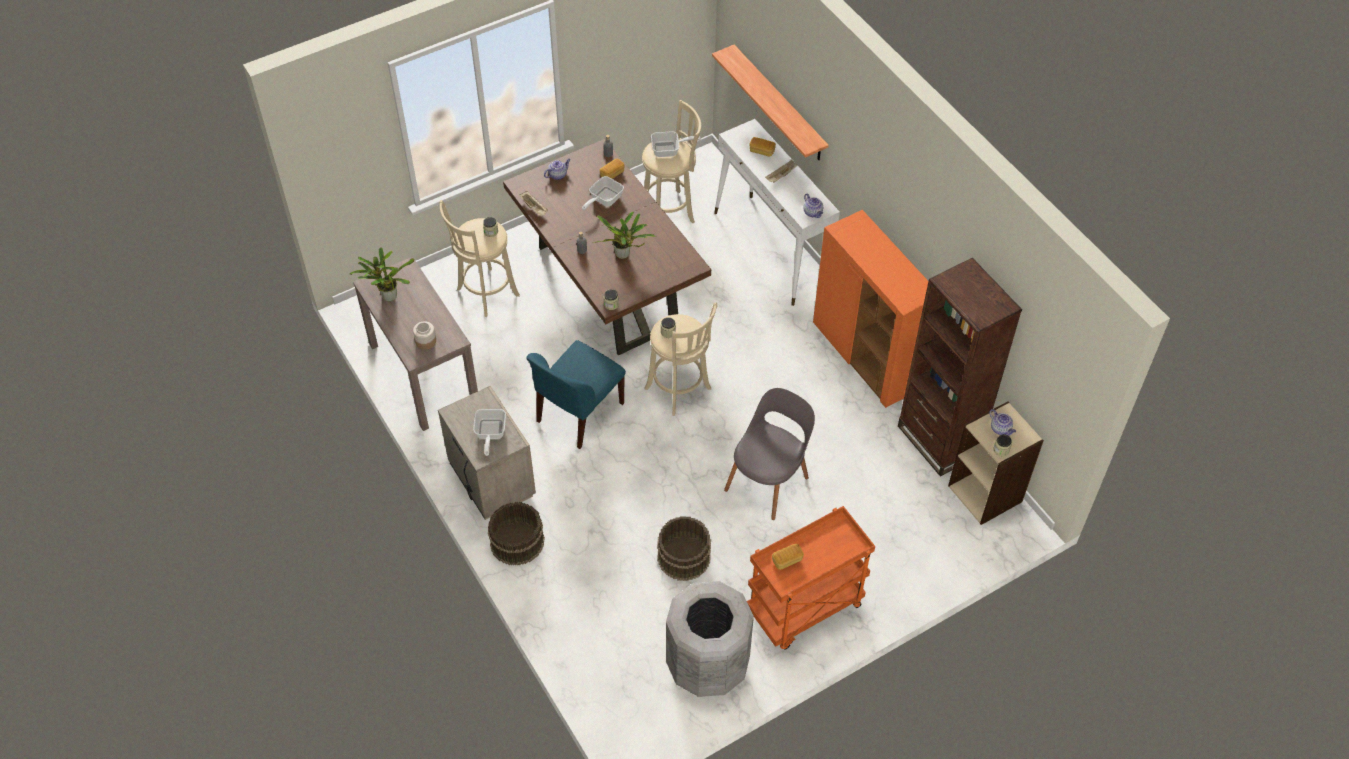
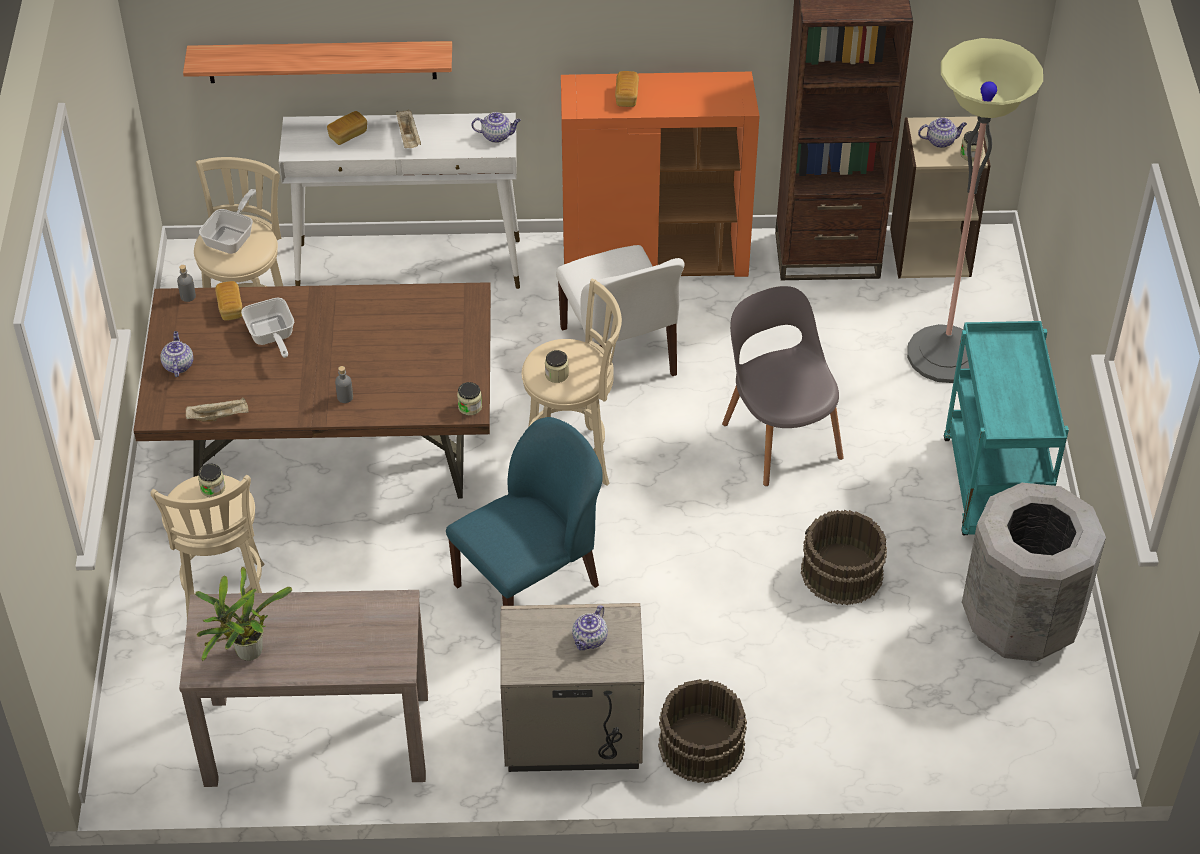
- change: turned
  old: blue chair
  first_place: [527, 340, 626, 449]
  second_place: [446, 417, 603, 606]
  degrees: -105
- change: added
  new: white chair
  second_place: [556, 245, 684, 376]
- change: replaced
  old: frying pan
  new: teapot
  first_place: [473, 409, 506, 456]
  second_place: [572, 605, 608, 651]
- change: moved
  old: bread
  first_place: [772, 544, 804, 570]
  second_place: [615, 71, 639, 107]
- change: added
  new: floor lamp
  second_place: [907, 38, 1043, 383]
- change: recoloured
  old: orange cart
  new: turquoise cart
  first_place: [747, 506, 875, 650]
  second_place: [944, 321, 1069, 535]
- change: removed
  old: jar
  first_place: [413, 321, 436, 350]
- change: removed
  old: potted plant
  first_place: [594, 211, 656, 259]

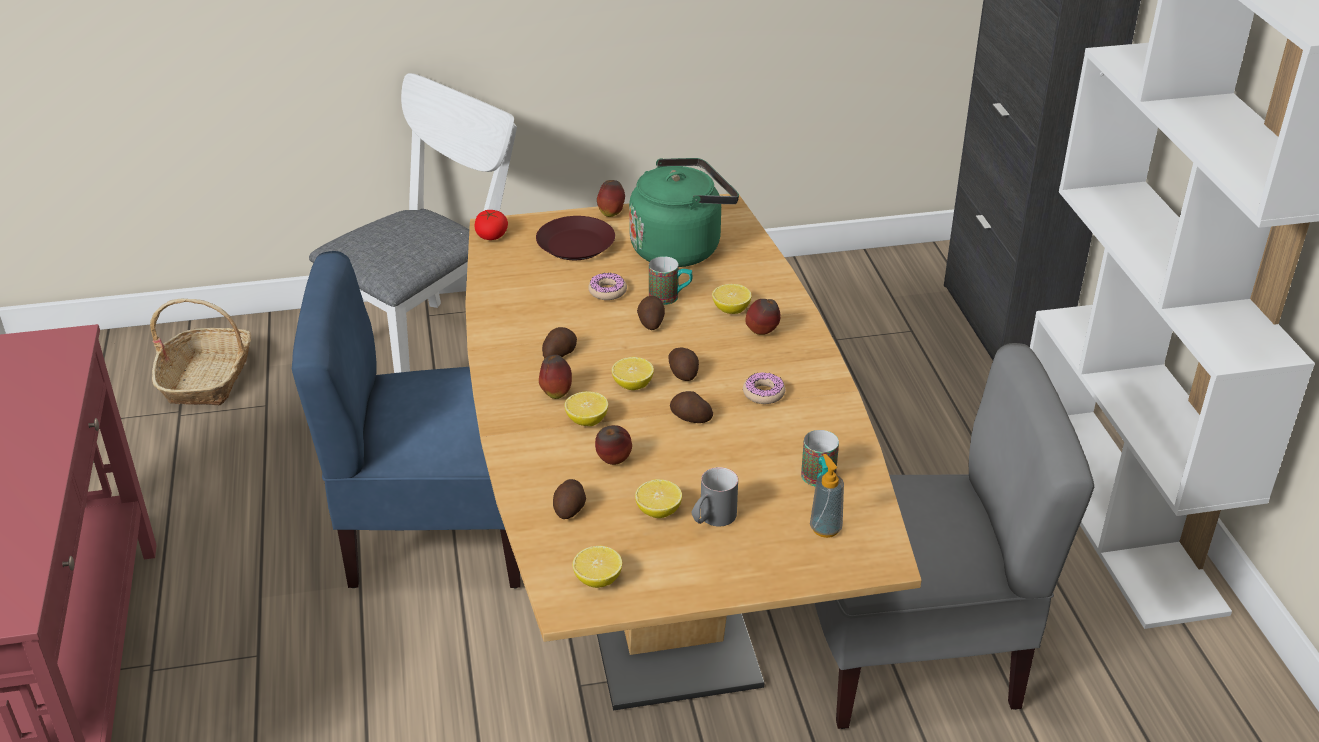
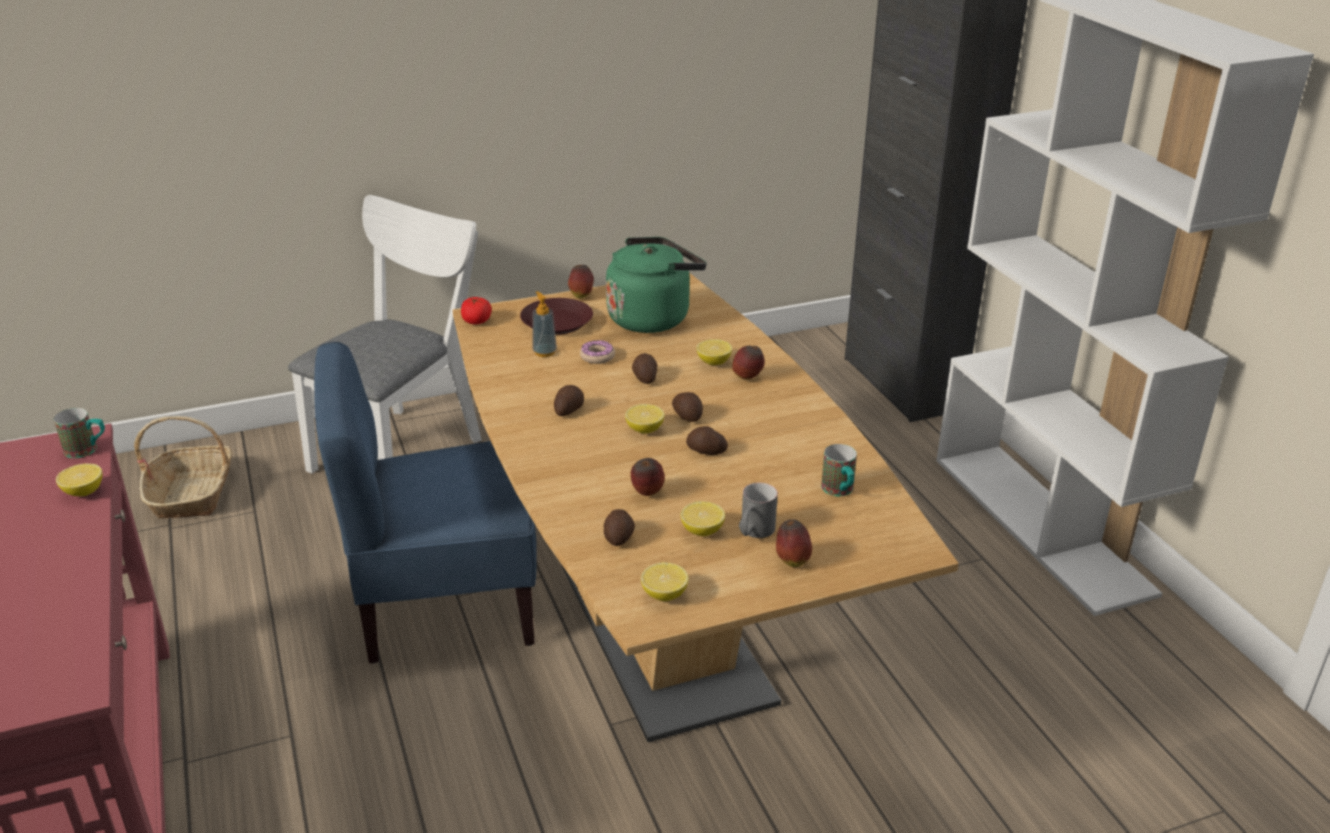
- change: moved
  old: mug
  first_place: [649, 256, 693, 305]
  second_place: [54, 408, 105, 458]
- change: moved
  old: lemon
  first_place: [564, 391, 608, 426]
  second_place: [56, 463, 102, 496]
- change: moved
  old: soap dispenser
  first_place: [810, 454, 844, 538]
  second_place: [532, 291, 557, 357]
- change: moved
  old: apple
  first_place: [539, 355, 572, 399]
  second_place: [776, 519, 812, 567]
- change: removed
  old: donut
  first_place: [743, 372, 785, 404]
- change: removed
  old: grey chair
  first_place: [815, 343, 1095, 729]

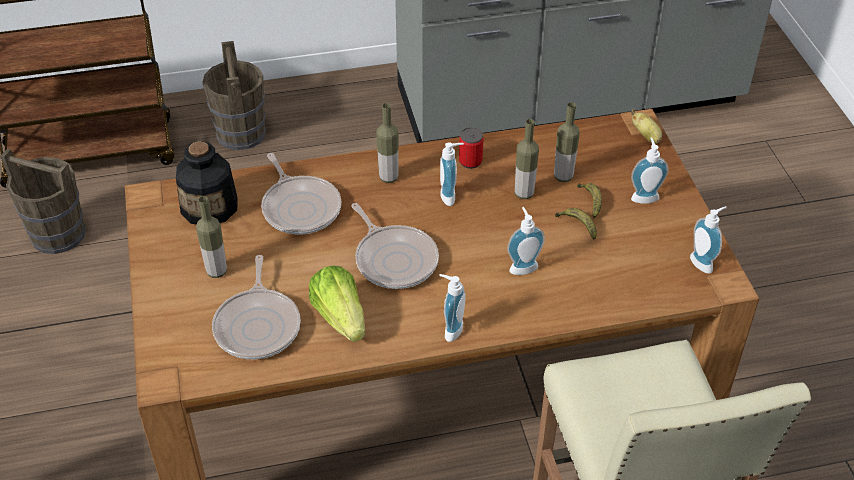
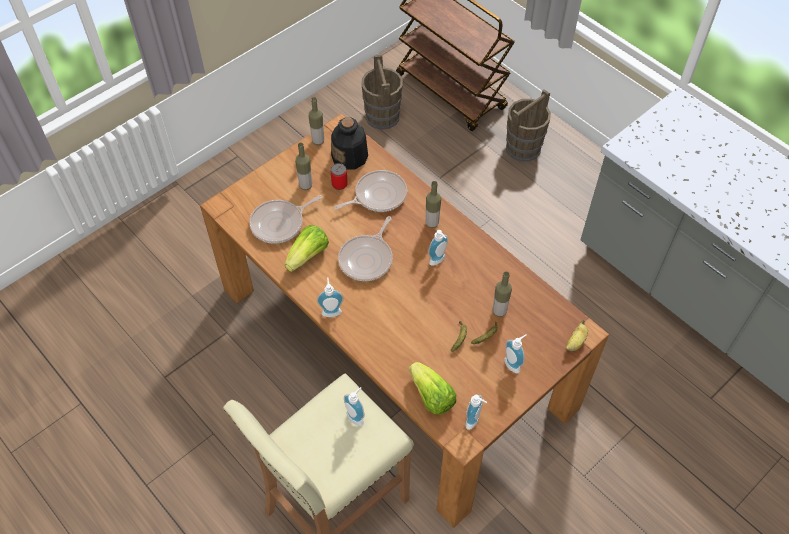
- change: moved
  old: bottle
  first_place: [515, 119, 539, 199]
  second_place: [309, 97, 324, 145]
- change: moved
  old: can
  first_place: [459, 127, 483, 169]
  second_place: [331, 163, 348, 190]
- change: turned
  old: frying pan
  first_place: [261, 153, 341, 234]
  second_place: [334, 170, 407, 212]
  degrees: -150
- change: moved
  old: soap dispenser
  first_place: [507, 207, 545, 275]
  second_place: [344, 387, 365, 426]
- change: added
  new: lettuce
  second_place: [409, 362, 457, 414]

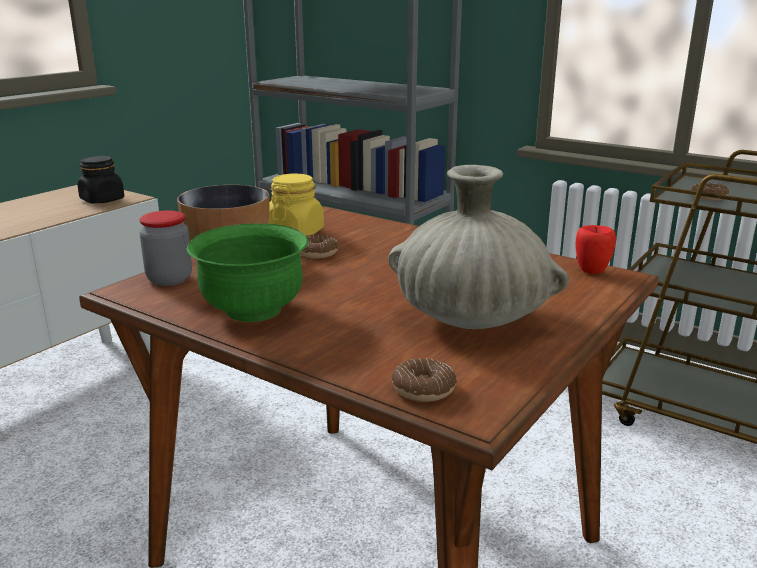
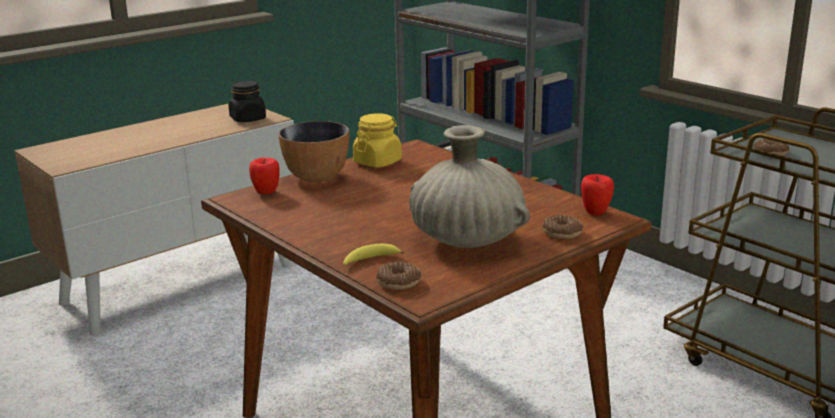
- change: replaced
  old: jar
  new: apple
  first_place: [139, 210, 192, 286]
  second_place: [249, 158, 280, 194]
- change: added
  new: banana
  second_place: [343, 244, 404, 266]
- change: moved
  old: donut
  first_place: [300, 235, 339, 258]
  second_place: [542, 215, 583, 239]
- change: removed
  old: green bowl
  first_place: [187, 224, 308, 322]

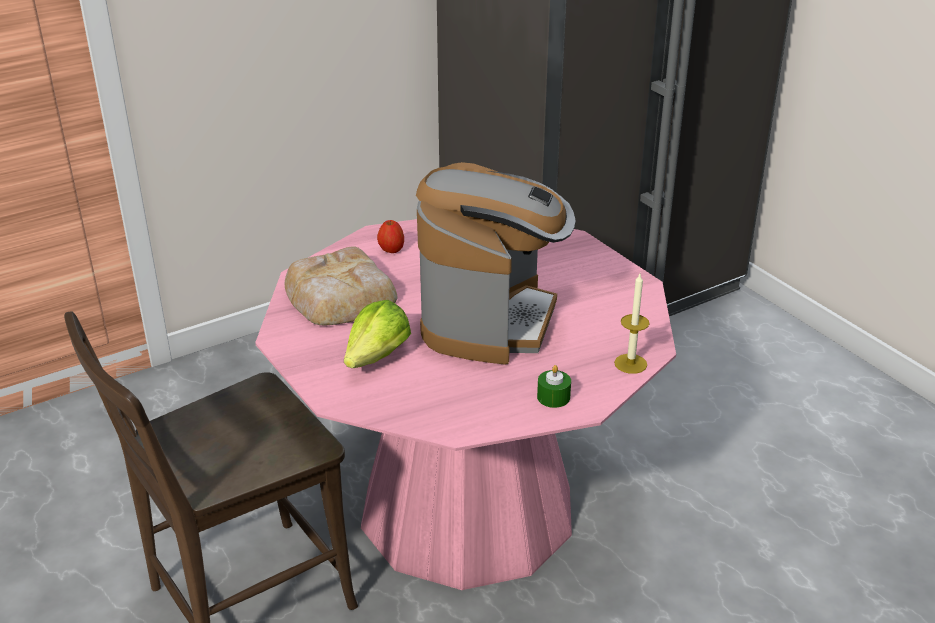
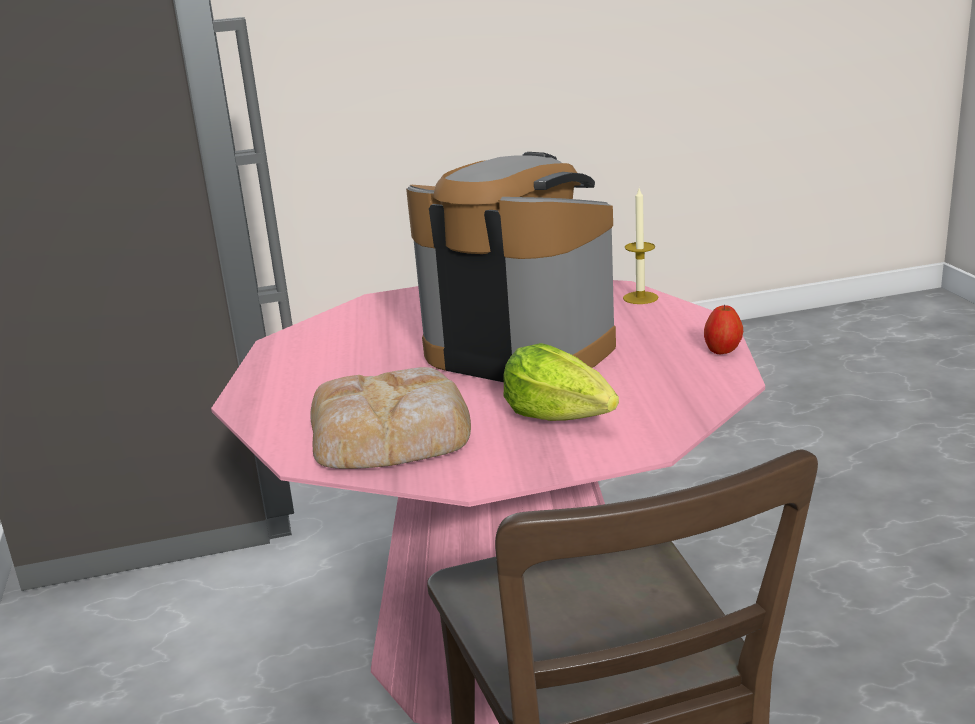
- change: moved
  old: apple
  first_place: [377, 220, 404, 253]
  second_place: [704, 305, 743, 354]
- change: removed
  old: green candle
  first_place: [537, 365, 571, 408]

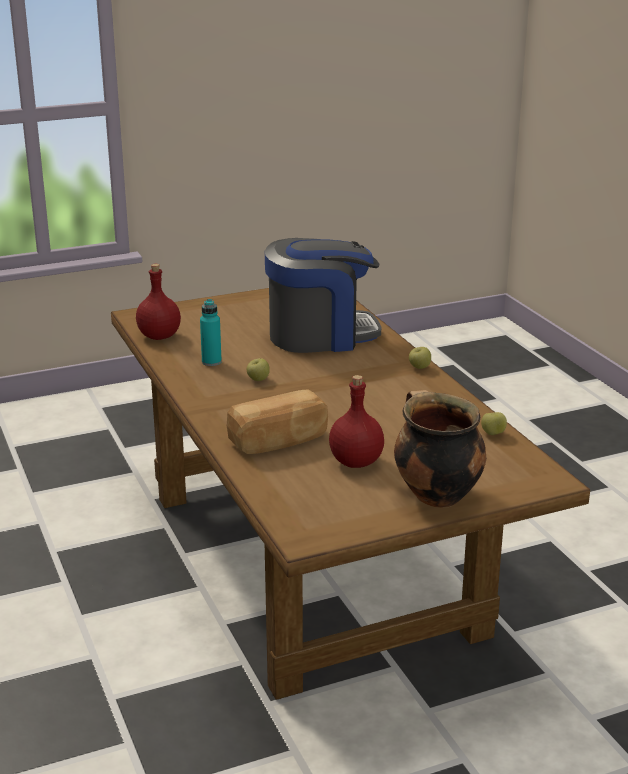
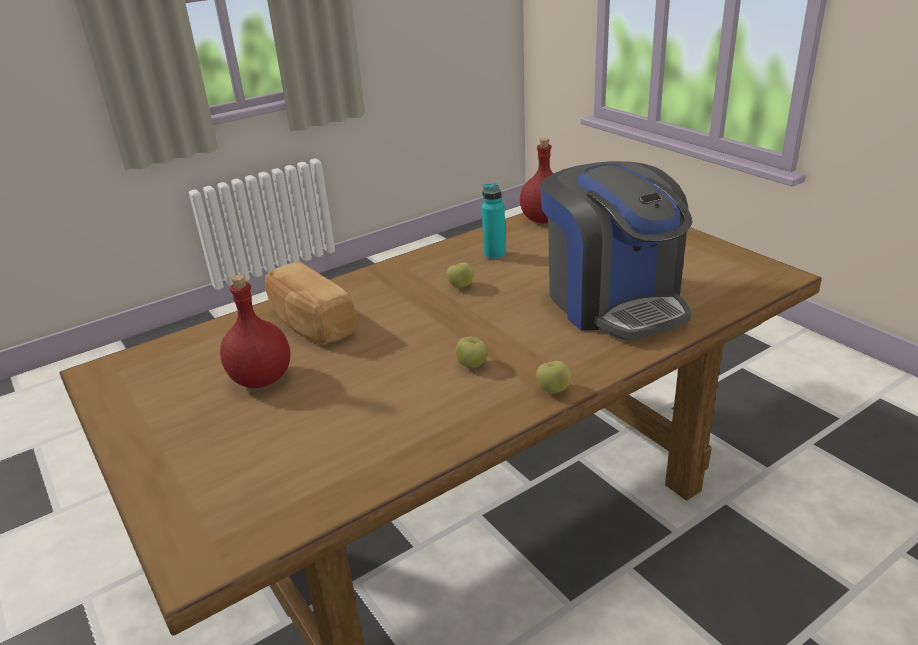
- change: moved
  old: apple
  first_place: [481, 412, 507, 435]
  second_place: [456, 337, 488, 368]
- change: removed
  old: cooking pot
  first_place: [394, 390, 486, 508]

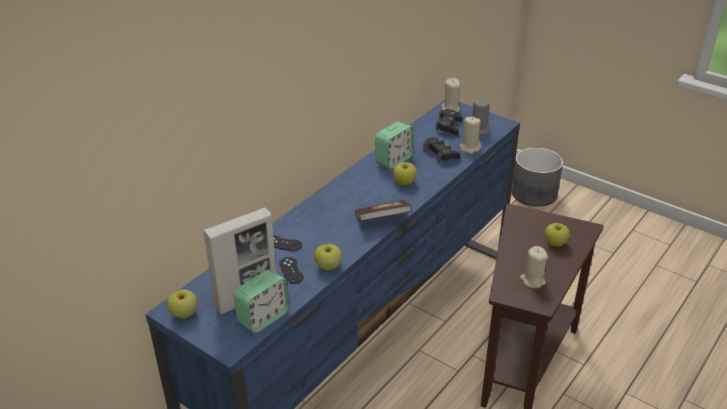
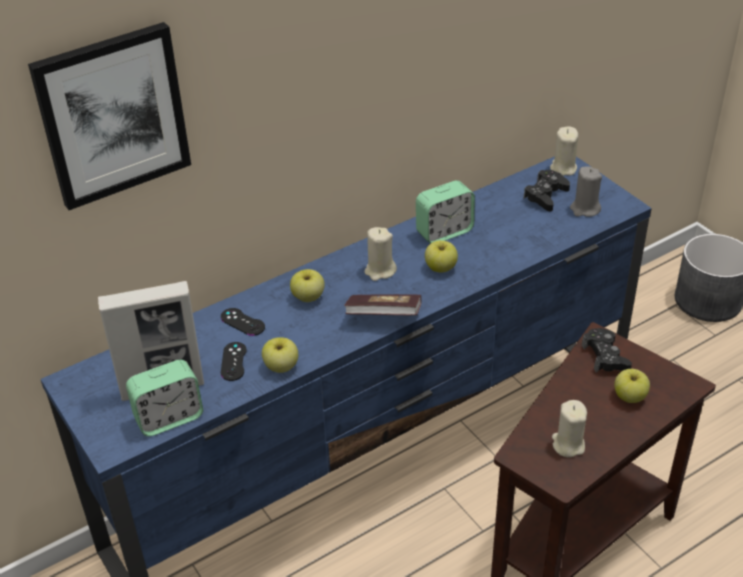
- change: added
  new: picture
  second_place: [28, 22, 191, 210]
- change: moved
  old: apple
  first_place: [167, 290, 197, 318]
  second_place: [290, 269, 325, 302]
- change: moved
  old: beige candle
  first_place: [460, 117, 481, 154]
  second_place: [364, 227, 397, 281]
- change: moved
  old: black game controller
  first_place: [423, 137, 460, 163]
  second_place: [582, 328, 632, 373]

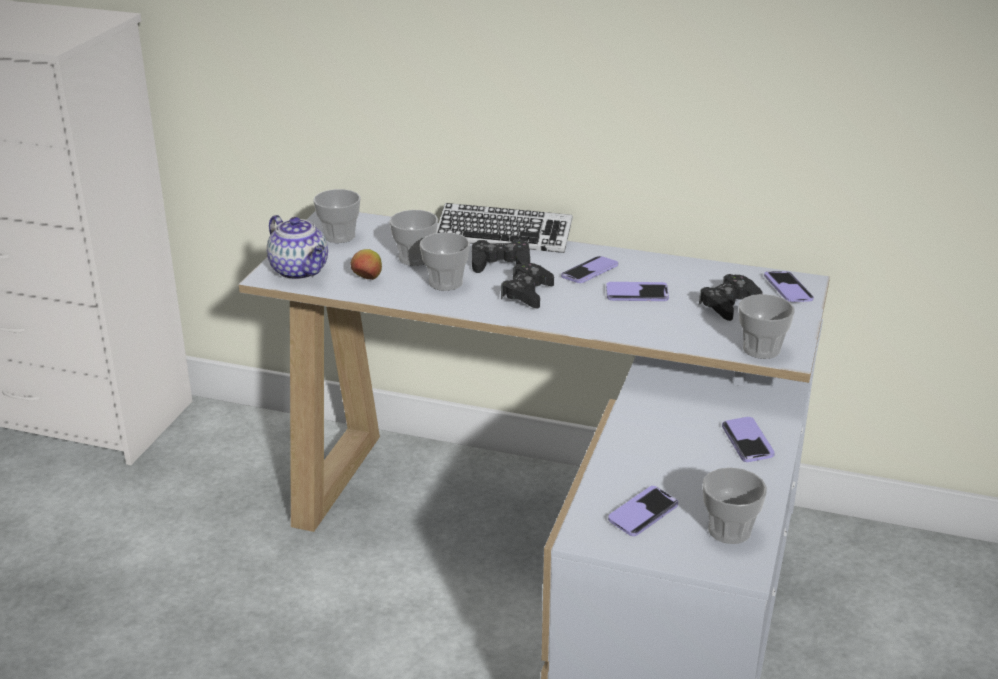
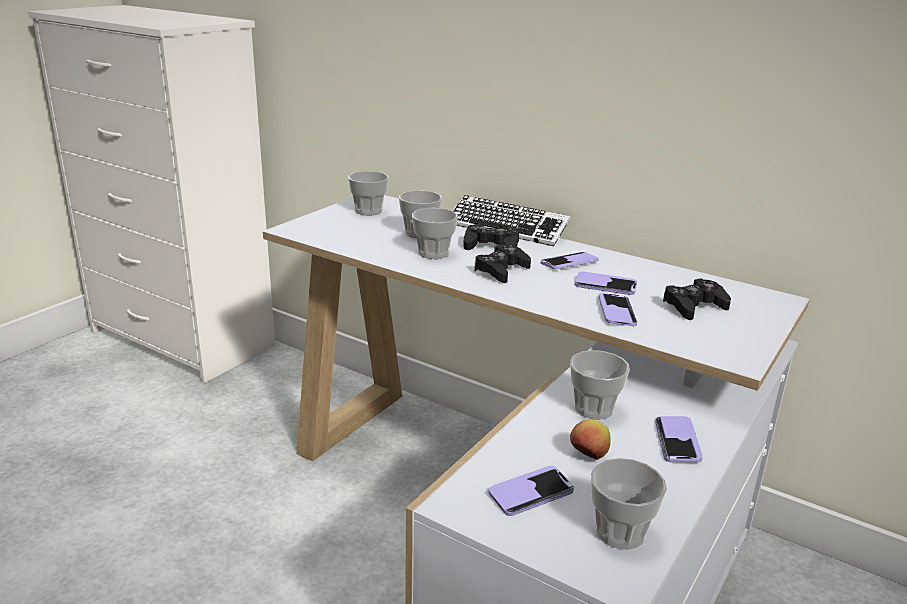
- change: moved
  old: cup
  first_place: [739, 294, 795, 359]
  second_place: [570, 350, 630, 420]
- change: moved
  old: apple
  first_place: [350, 249, 382, 280]
  second_place: [570, 419, 611, 460]
- change: moved
  old: phone
  first_place: [764, 271, 814, 302]
  second_place: [598, 293, 637, 326]
- change: removed
  old: teapot
  first_place: [267, 215, 328, 280]

